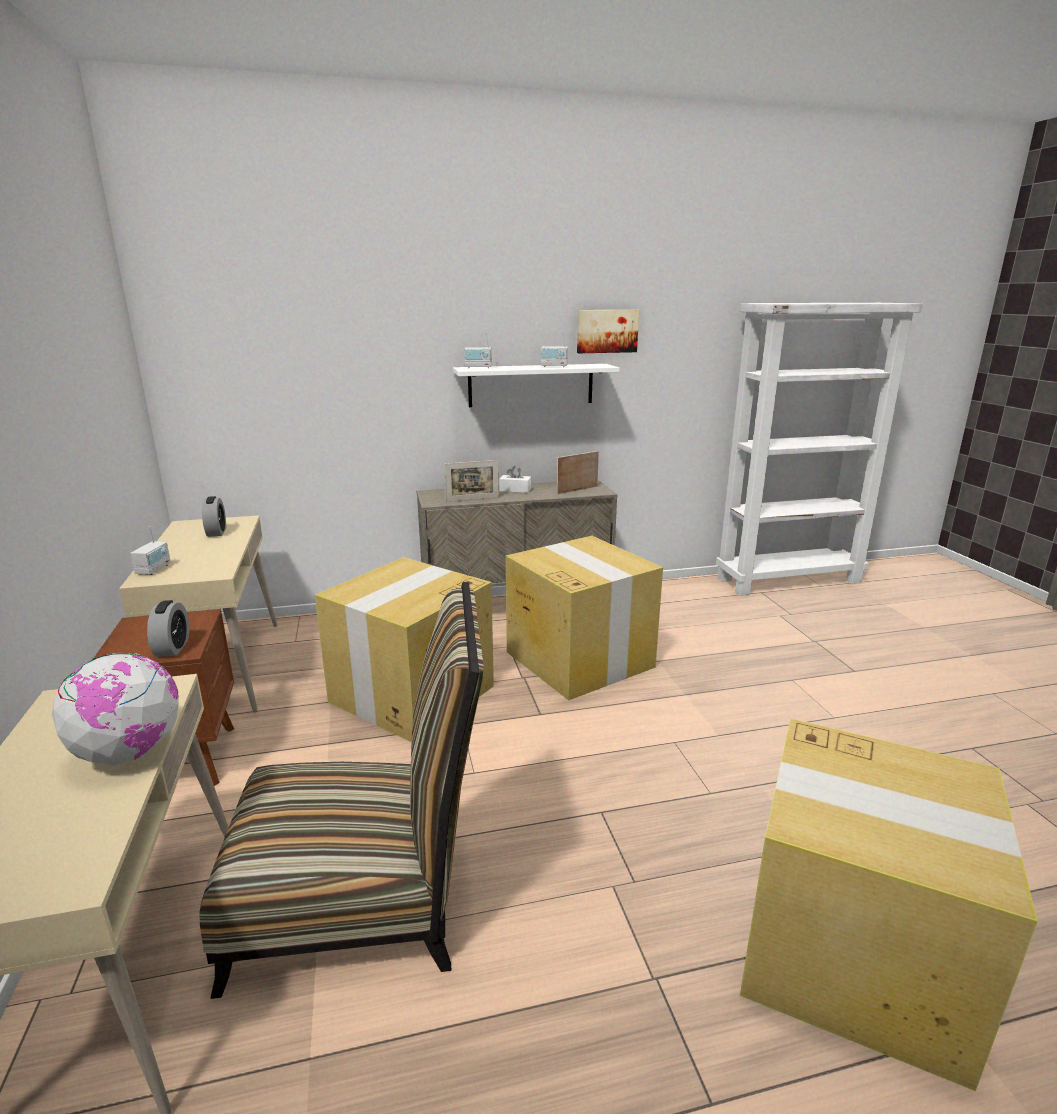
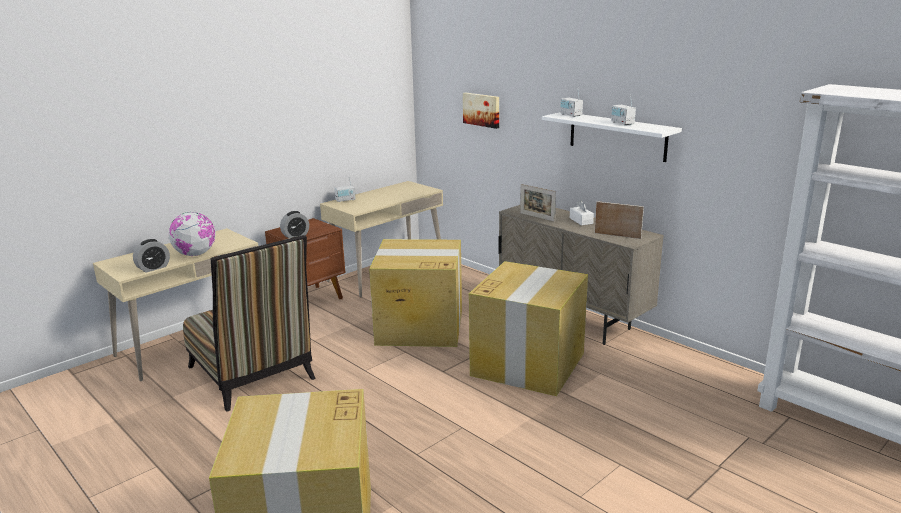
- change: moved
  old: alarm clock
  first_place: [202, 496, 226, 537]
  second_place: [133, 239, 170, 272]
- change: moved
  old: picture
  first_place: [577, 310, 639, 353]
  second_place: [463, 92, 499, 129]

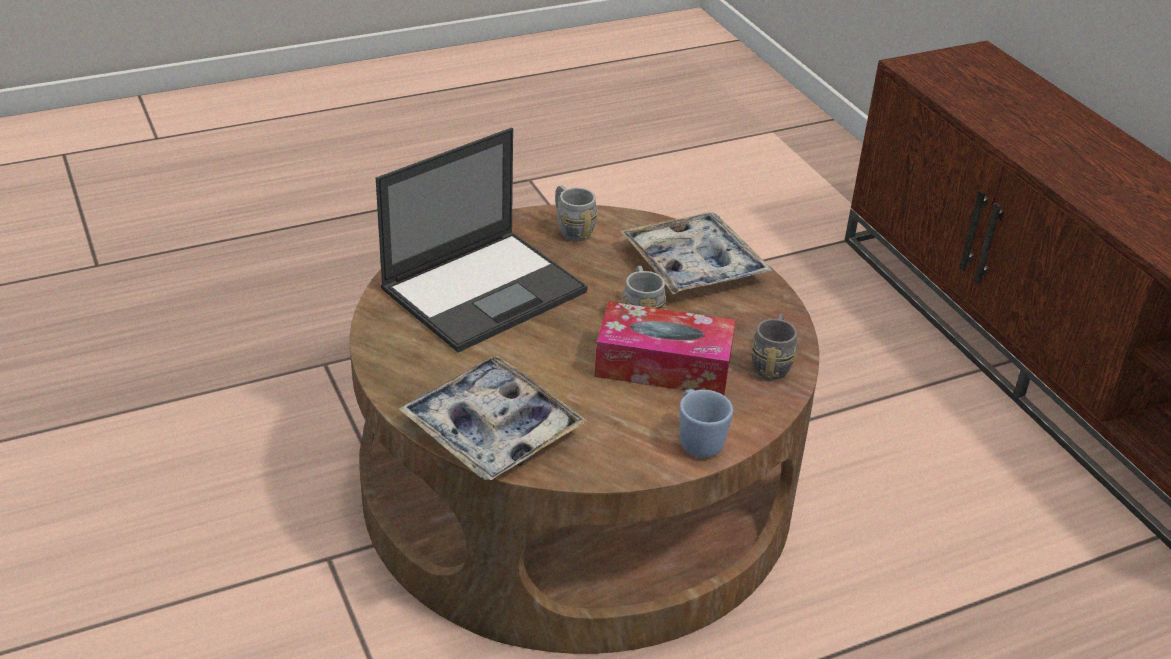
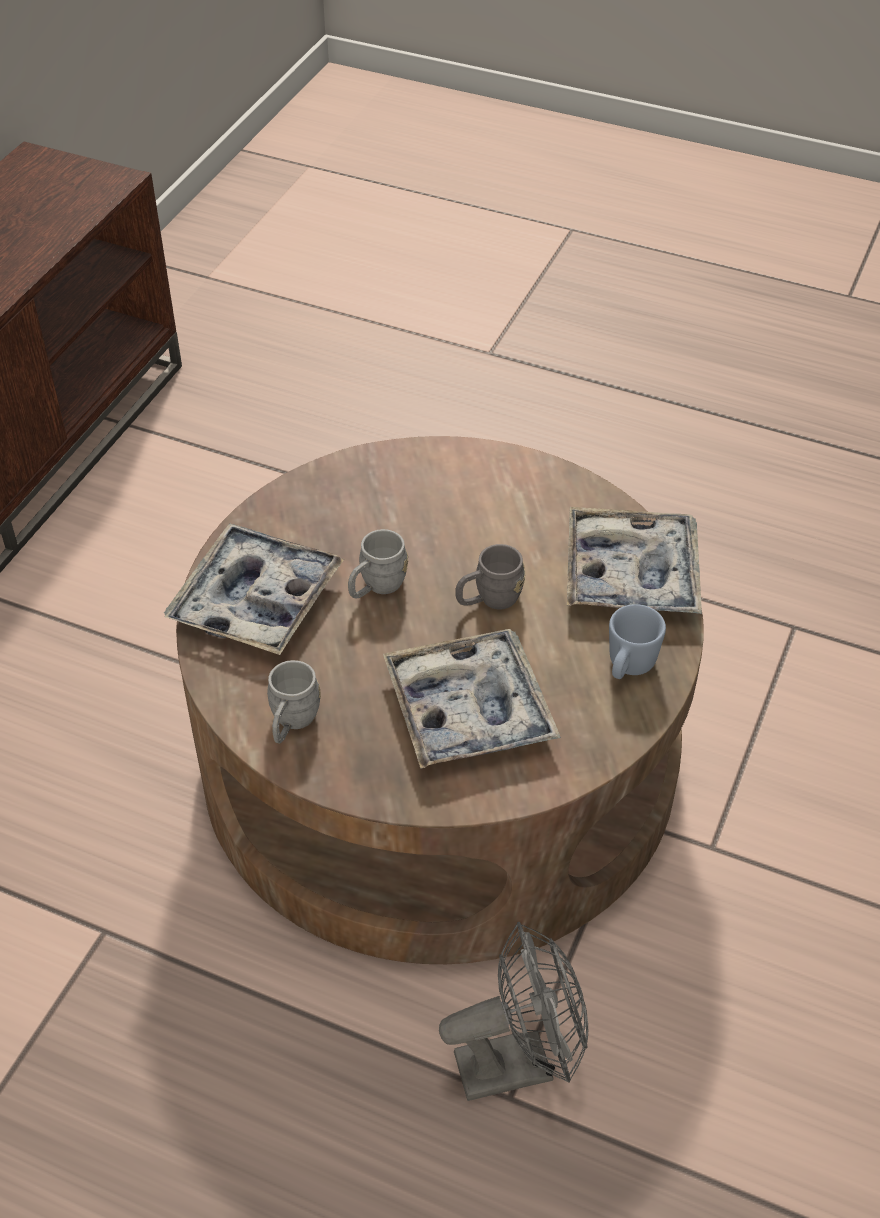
- change: replaced
  old: laptop
  new: tray
  first_place: [376, 128, 588, 353]
  second_place: [383, 629, 561, 769]
- change: added
  new: grey fan
  second_place: [439, 922, 588, 1101]
- change: moved
  old: grey mug
  first_place: [751, 313, 797, 380]
  second_place: [455, 544, 525, 609]
- change: moved
  old: blue mug
  first_place: [679, 389, 733, 458]
  second_place: [609, 604, 666, 679]
- change: removed
  old: tissue box
  first_place: [595, 301, 735, 395]

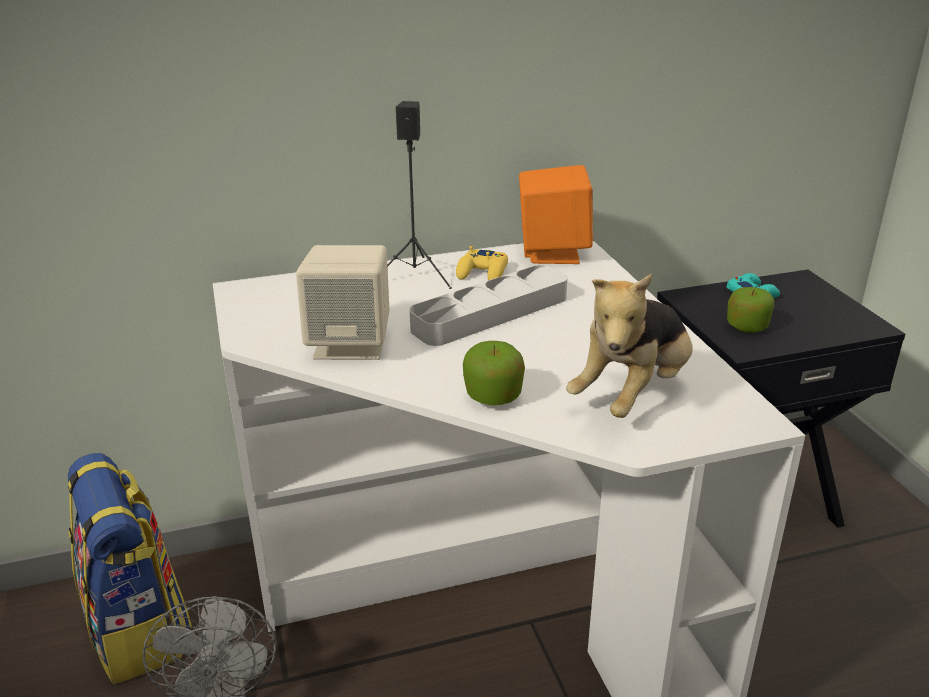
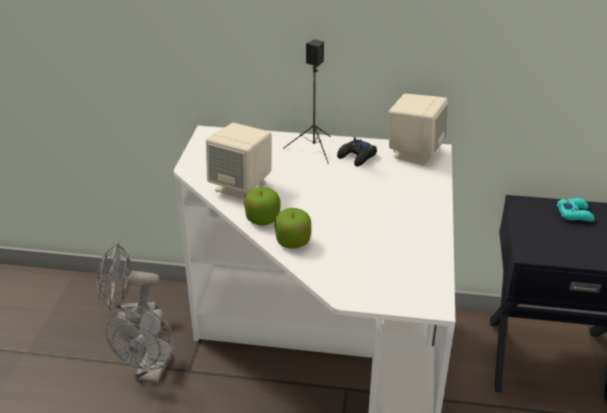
- change: replaced
  old: backpack
  new: grey fan
  first_place: [67, 453, 192, 684]
  second_place: [97, 243, 160, 322]
- change: moved
  old: apple
  first_place: [727, 287, 774, 333]
  second_place: [244, 187, 281, 226]
- change: recoloured
  old: yellow game controller
  new: black game controller
  first_place: [456, 246, 508, 280]
  second_place: [337, 137, 377, 167]
- change: recoloured
  old: orange speaker
  new: beige speaker
  first_place: [519, 165, 594, 264]
  second_place: [389, 94, 448, 166]
- change: removed
  old: grey tray
  first_place: [410, 265, 567, 346]
- change: removed
  old: plush toy
  first_place: [566, 274, 693, 418]

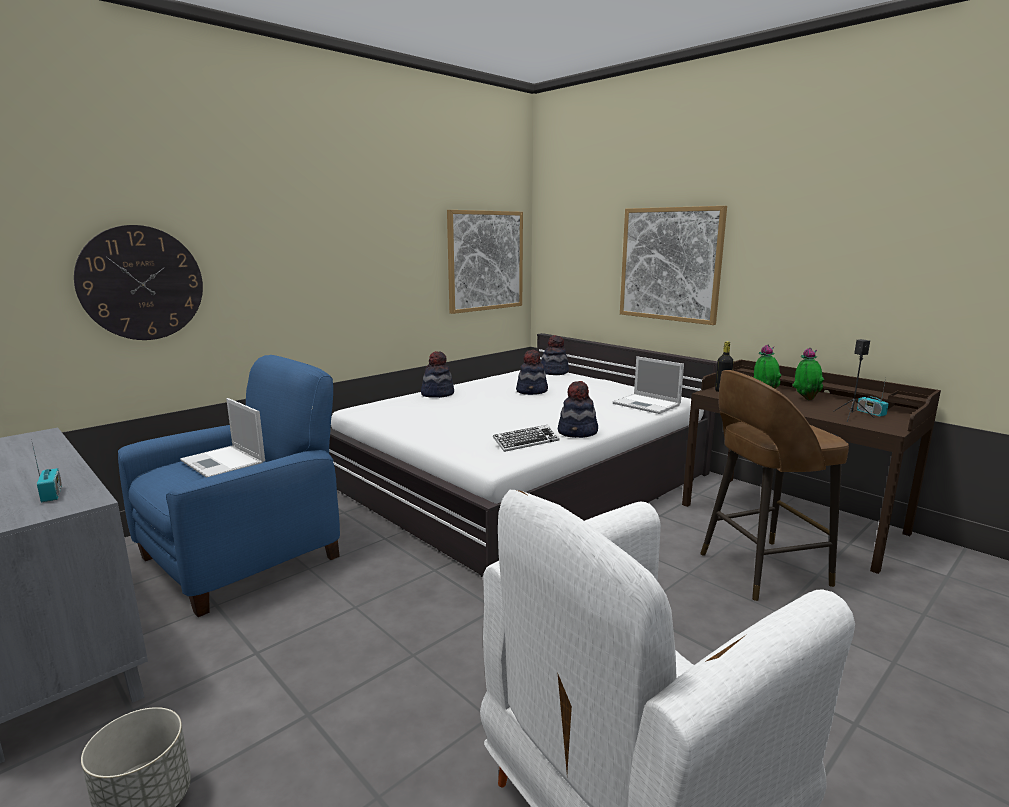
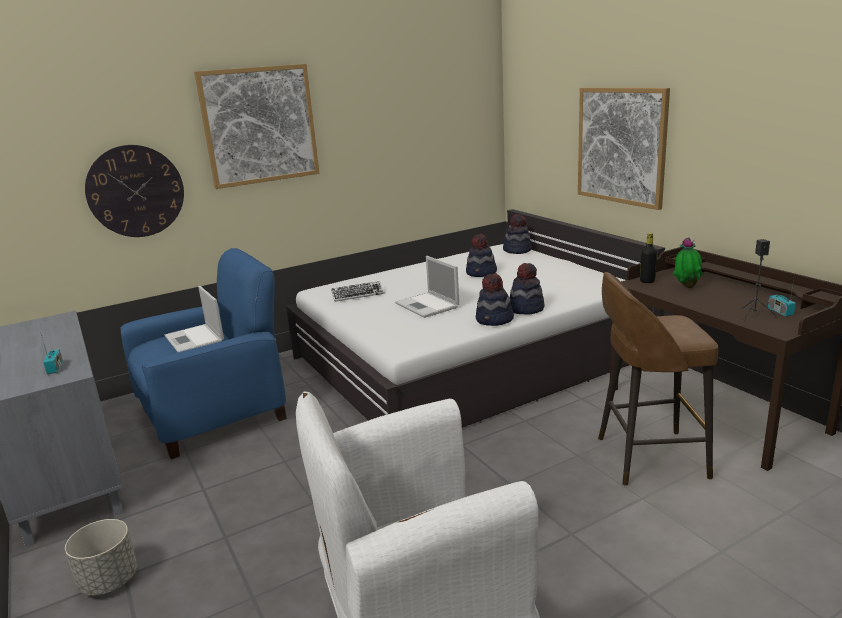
- change: moved
  old: picture
  first_place: [447, 210, 523, 314]
  second_place: [194, 64, 320, 189]
- change: moved
  old: keyboard
  first_place: [493, 425, 560, 452]
  second_place: [331, 281, 385, 302]
- change: moved
  old: laptop
  first_place: [613, 356, 684, 414]
  second_place: [395, 256, 459, 318]
- change: moved
  old: hat
  first_place: [421, 351, 454, 398]
  second_place: [510, 263, 545, 315]
- change: removed
  old: potted plant
  first_place: [792, 348, 824, 400]

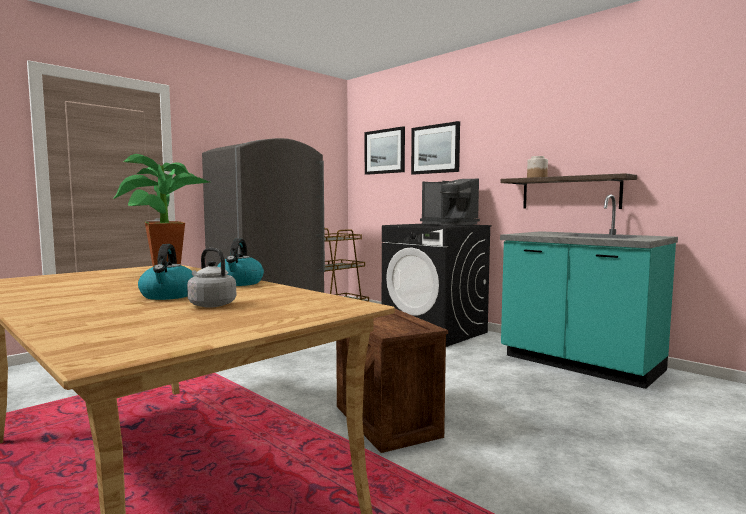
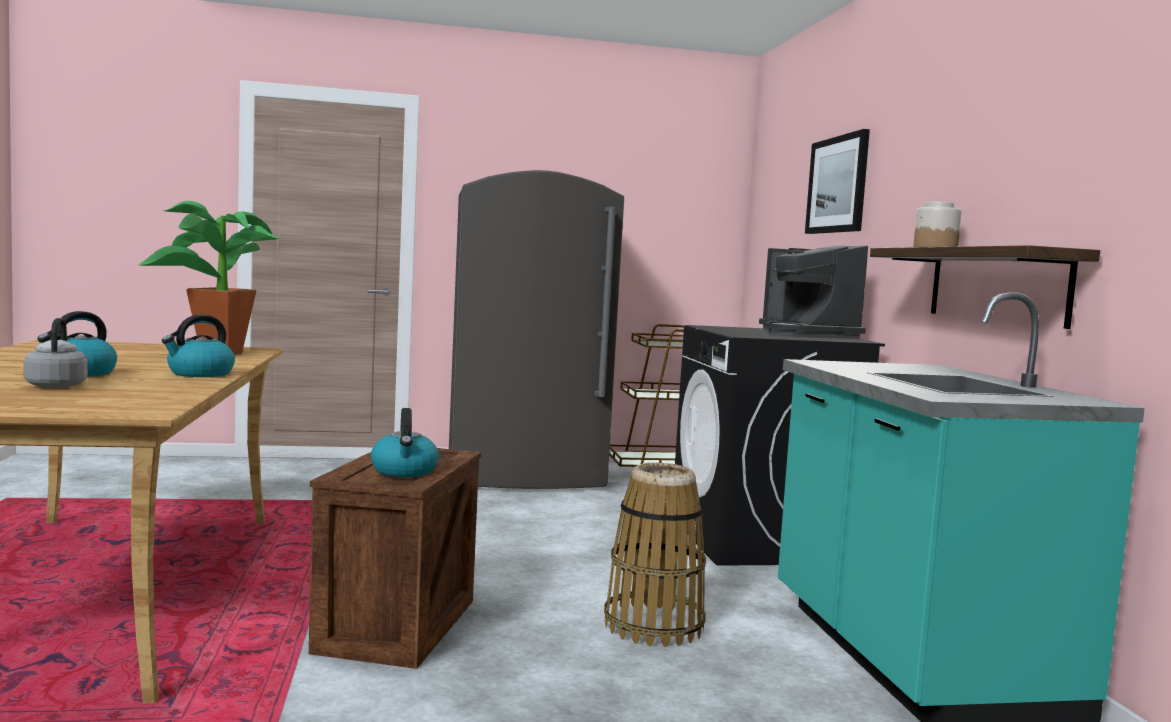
- change: added
  new: kettle
  second_place: [371, 408, 439, 477]
- change: added
  new: basket
  second_place: [604, 463, 706, 647]
- change: removed
  old: picture
  first_place: [365, 126, 405, 175]

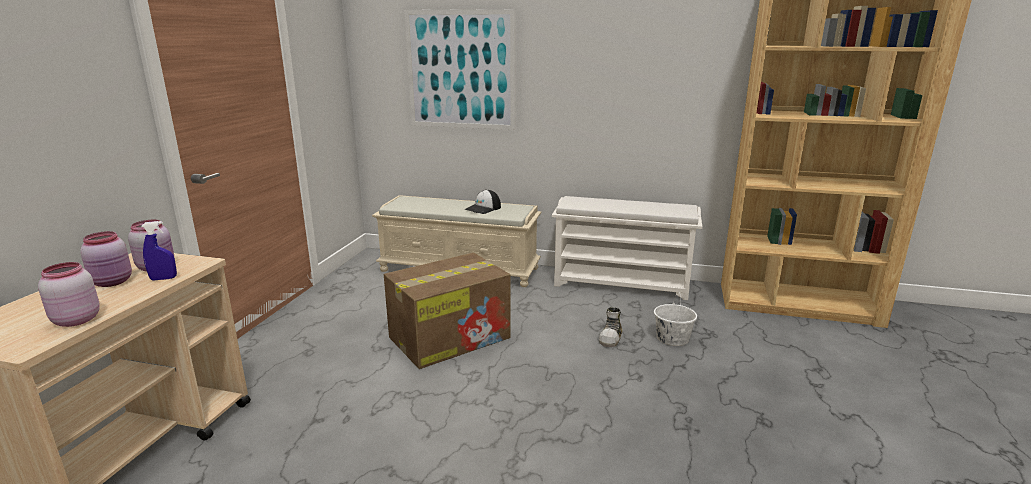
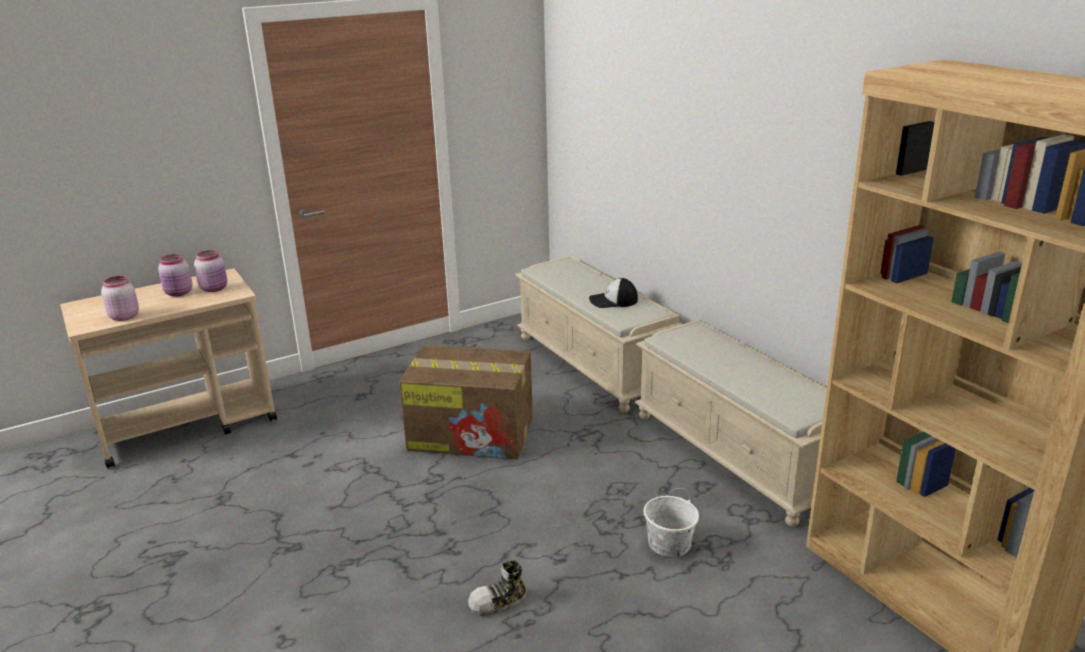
- change: moved
  old: shoe
  first_place: [599, 307, 622, 347]
  second_place: [468, 561, 526, 616]
- change: replaced
  old: white shoe rack
  new: beige bench
  first_place: [552, 196, 702, 300]
  second_place: [635, 320, 827, 527]
- change: removed
  old: blue spray bottle
  first_place: [141, 221, 177, 280]
- change: removed
  old: picture
  first_place: [404, 9, 515, 130]

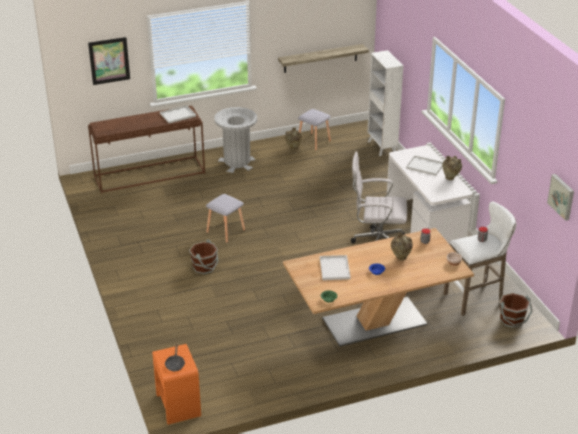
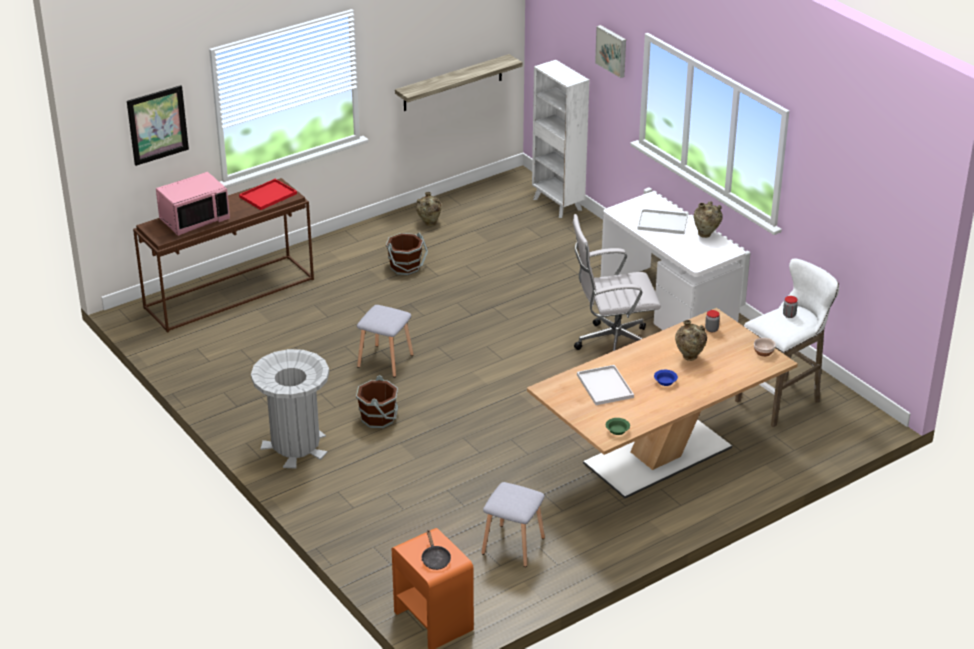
- change: added
  new: pink microwave
  second_place: [156, 172, 230, 236]
- change: recoloured
  old: white tray
  new: red tray
  first_place: [160, 105, 196, 123]
  second_place: [239, 179, 297, 210]
- change: moved
  old: grey trash can
  first_place: [214, 107, 257, 173]
  second_place: [251, 349, 329, 469]
- change: moved
  old: brown bucket
  first_place: [499, 293, 532, 328]
  second_place: [386, 233, 428, 275]
- change: moved
  old: grey stool
  first_place: [298, 109, 331, 151]
  second_place: [481, 482, 545, 567]
- change: moved
  old: picture
  first_place: [547, 174, 574, 221]
  second_place: [595, 25, 626, 78]

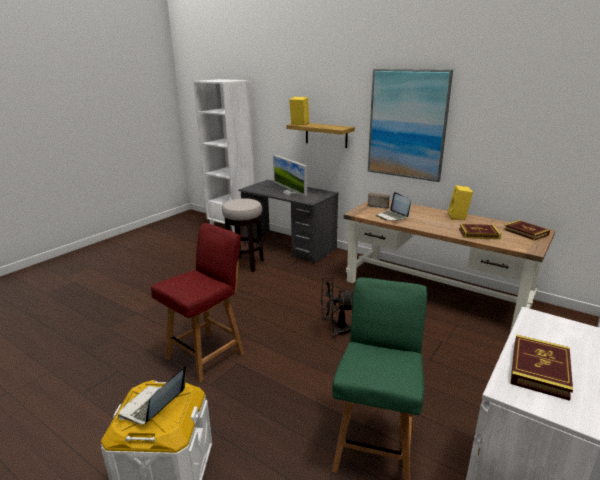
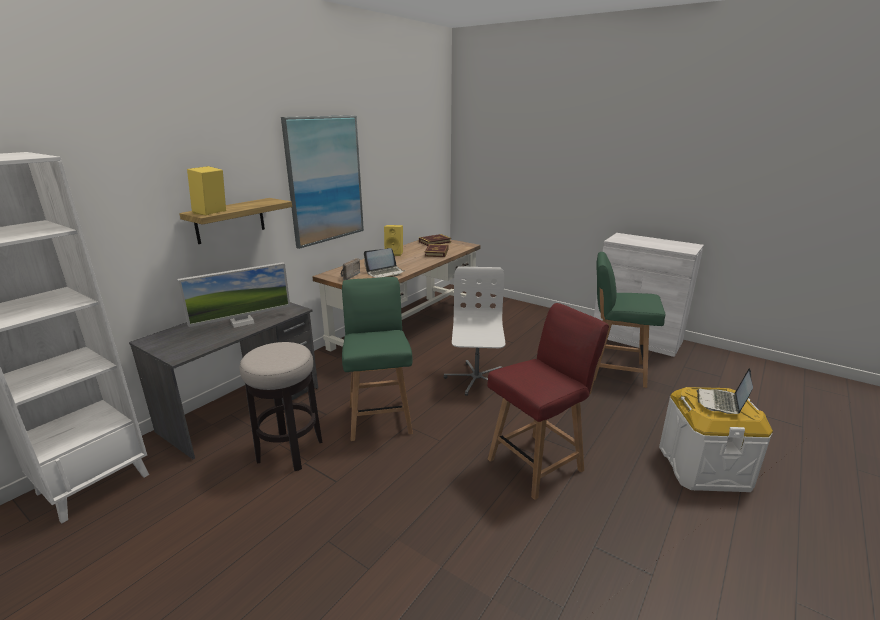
- change: added
  new: green chair
  second_place: [342, 277, 413, 441]
- change: replaced
  old: black fan
  new: white office chair
  first_place: [321, 278, 354, 339]
  second_place: [444, 267, 505, 396]
- change: turned
  old: red chair
  first_place: [151, 223, 244, 382]
  second_place: [487, 303, 609, 500]
  degrees: 105
- change: turned
  old: laptop
  first_place: [118, 366, 186, 425]
  second_place: [697, 368, 753, 414]
  degrees: 90
- change: removed
  old: book
  first_place: [510, 335, 573, 401]

